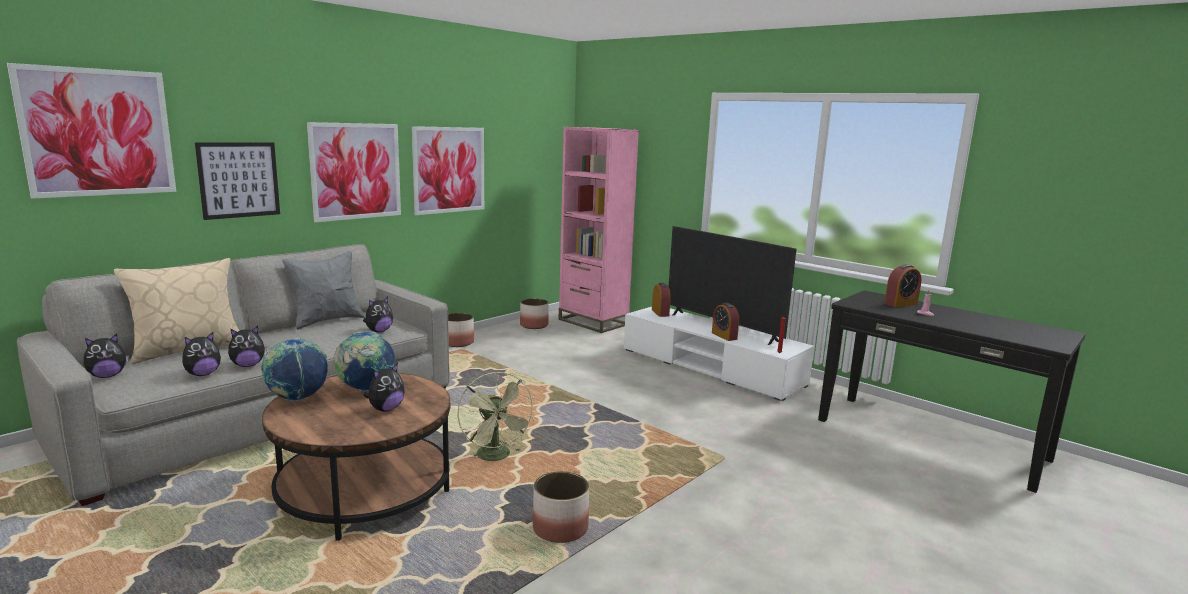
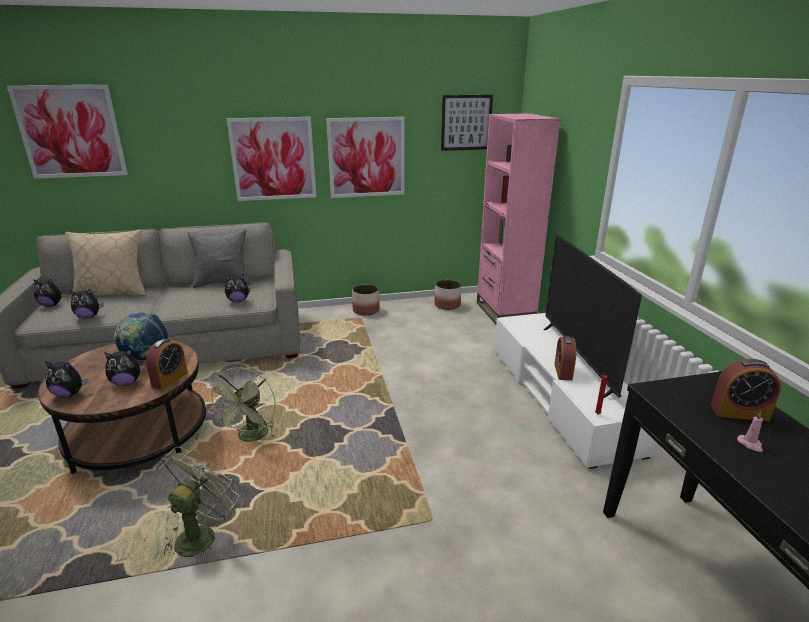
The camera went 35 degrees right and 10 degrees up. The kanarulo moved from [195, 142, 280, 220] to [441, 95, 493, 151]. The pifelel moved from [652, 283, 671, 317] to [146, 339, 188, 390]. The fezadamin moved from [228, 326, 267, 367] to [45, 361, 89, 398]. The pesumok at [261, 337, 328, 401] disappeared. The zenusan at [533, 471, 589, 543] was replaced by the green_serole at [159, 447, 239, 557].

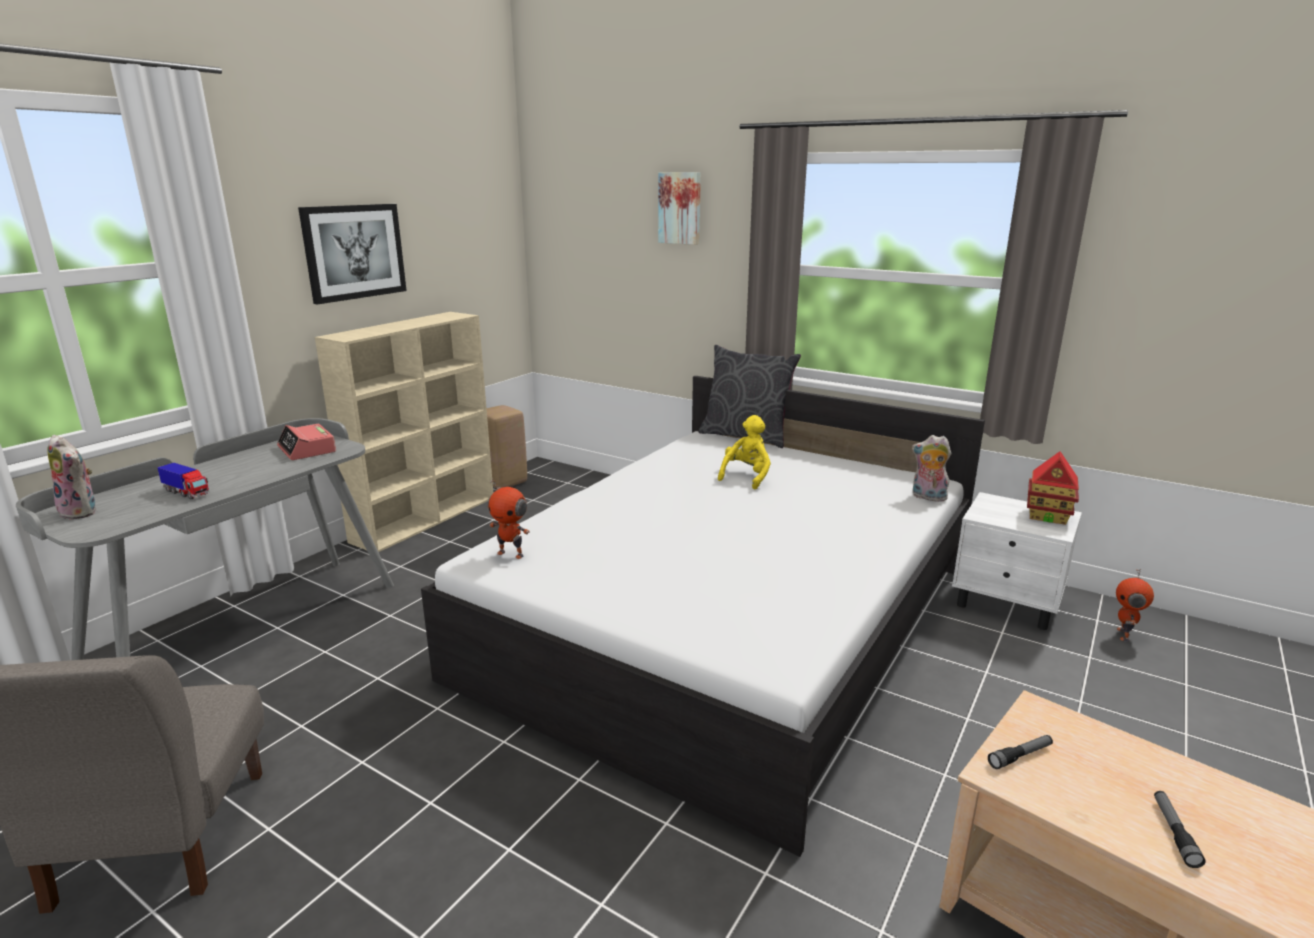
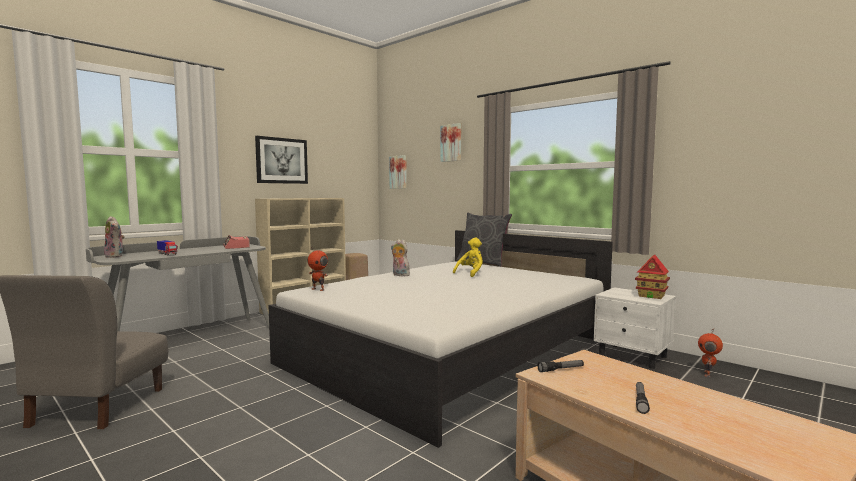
The camera went 10 degrees right and 15 degrees down. The fezadamin moved from [912, 435, 951, 502] to [391, 239, 410, 277]. The kanarulo at [389, 155, 407, 189] appeared.

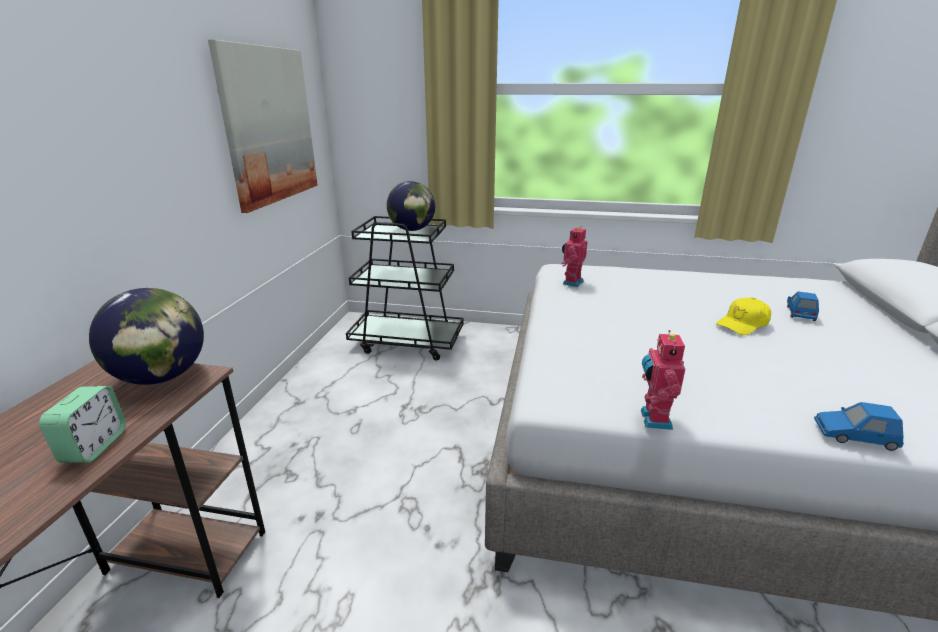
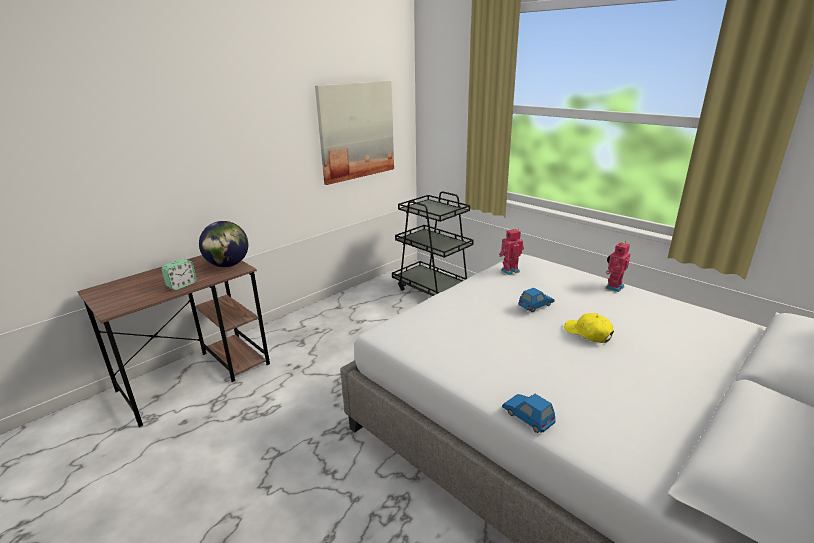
The camera went 35 degrees right and 0 degrees up. The pesumok at [387, 181, 435, 231] disappeared. The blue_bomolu moved from [787, 291, 819, 321] to [519, 288, 555, 312]. The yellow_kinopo at [716, 297, 771, 335] turned 45 degrees clockwise. The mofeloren moved from [641, 330, 685, 430] to [606, 241, 630, 292].

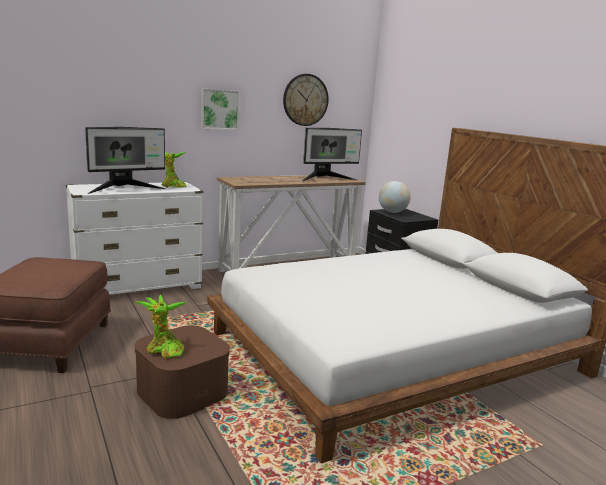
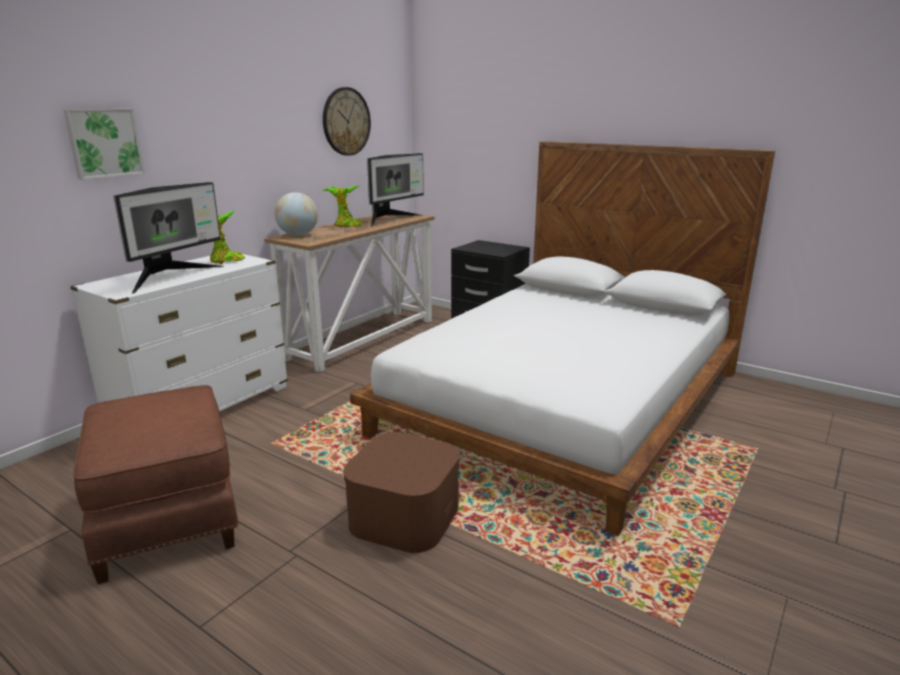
The camera went 25 degrees left and 5 degrees up. The kanarulo moved from [201, 89, 240, 130] to [63, 109, 145, 180]. The pesumok moved from [379, 181, 411, 213] to [275, 192, 318, 236]. The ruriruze moved from [135, 294, 188, 358] to [323, 185, 362, 228].

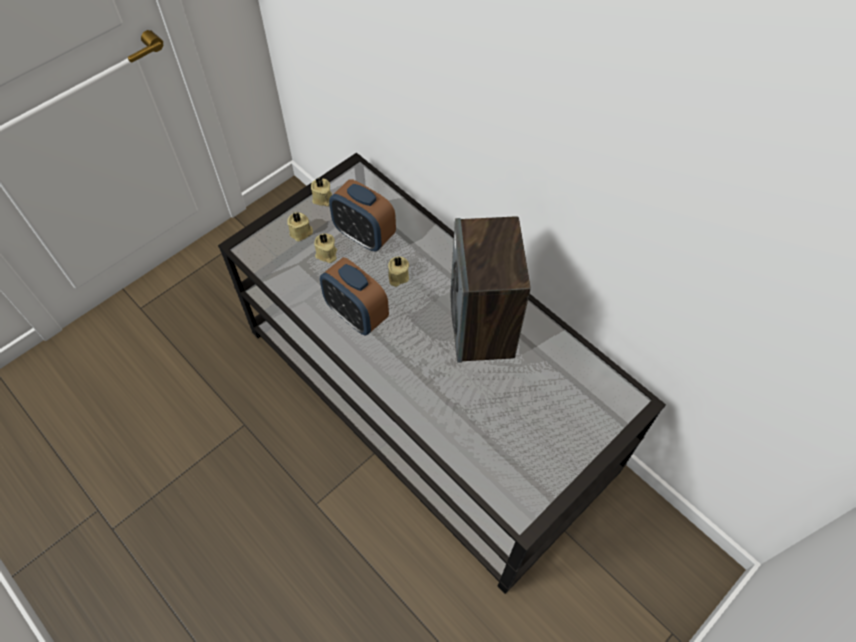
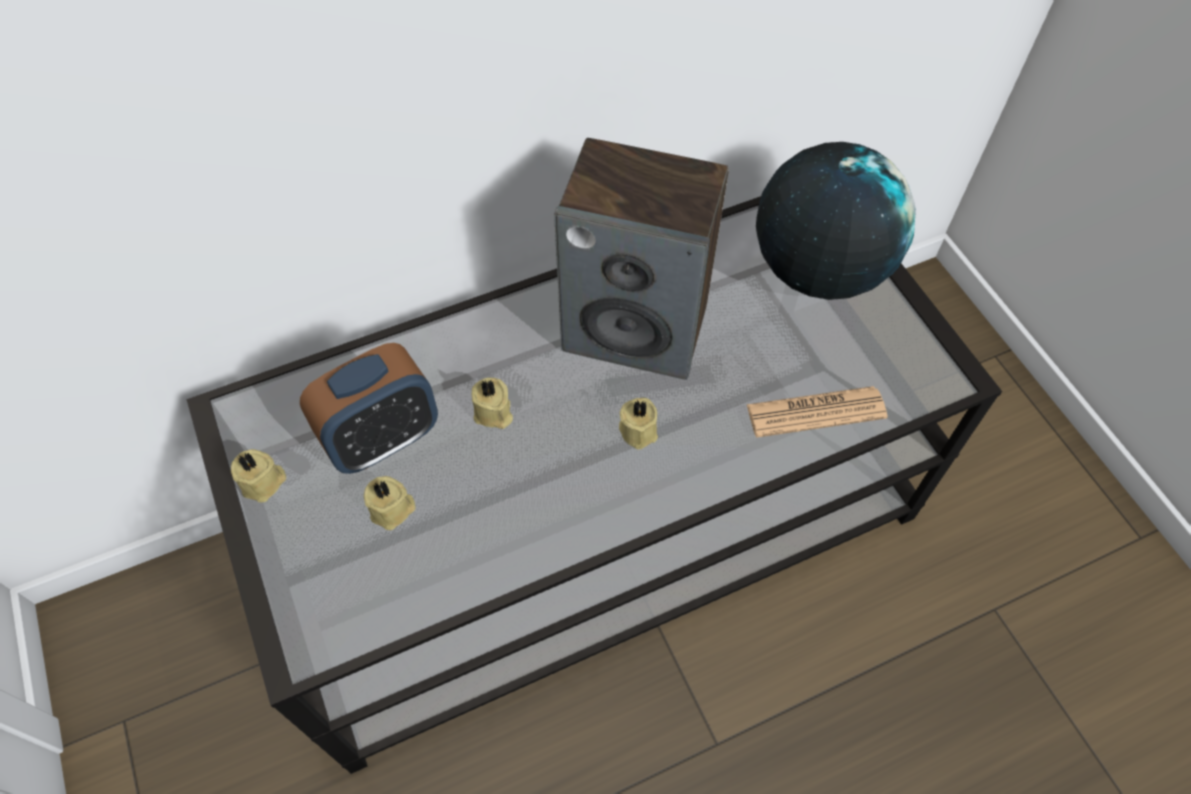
The camera went 70 degrees left and 0 degrees up. The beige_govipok moved from [287, 212, 313, 241] to [619, 398, 658, 449]. The pifelel at [320, 257, 389, 335] disappeared. The pesumok at [756, 142, 916, 300] appeared. The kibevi at [747, 386, 888, 438] appeared.

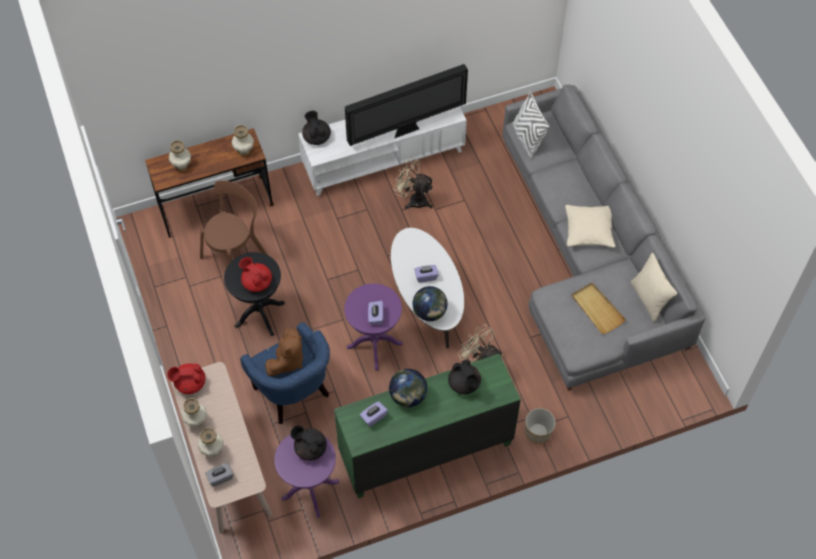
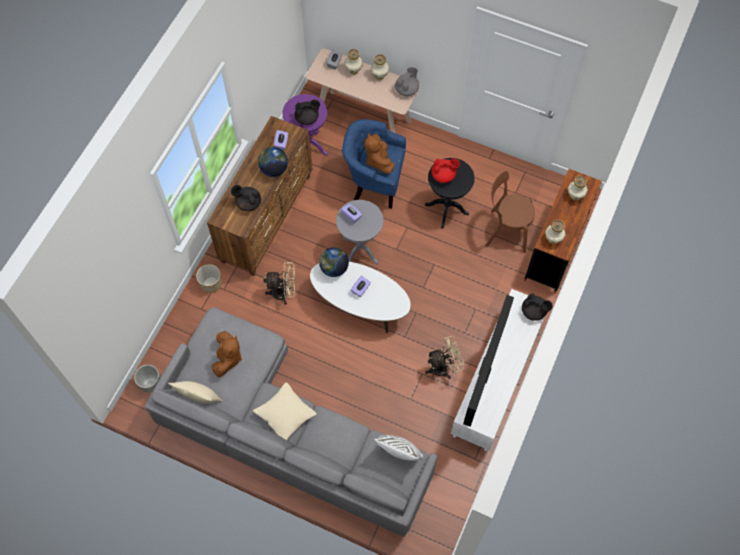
The camera went 135 degrees right and 5 degrees up. The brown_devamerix at [200, 180, 268, 263] turned 105 degrees clockwise. The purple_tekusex at [344, 283, 403, 371] became the grey_tekusex at [336, 200, 384, 264]. The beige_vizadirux at [571, 283, 626, 335] was replaced by the brown_fezadamin at [212, 331, 242, 377]. The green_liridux at [334, 353, 521, 498] became the brown_liridux at [207, 116, 312, 276]. The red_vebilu at [167, 363, 206, 394] became the grey_vebilu at [395, 67, 419, 96]. The zenusan at [134, 364, 161, 393] appeared.

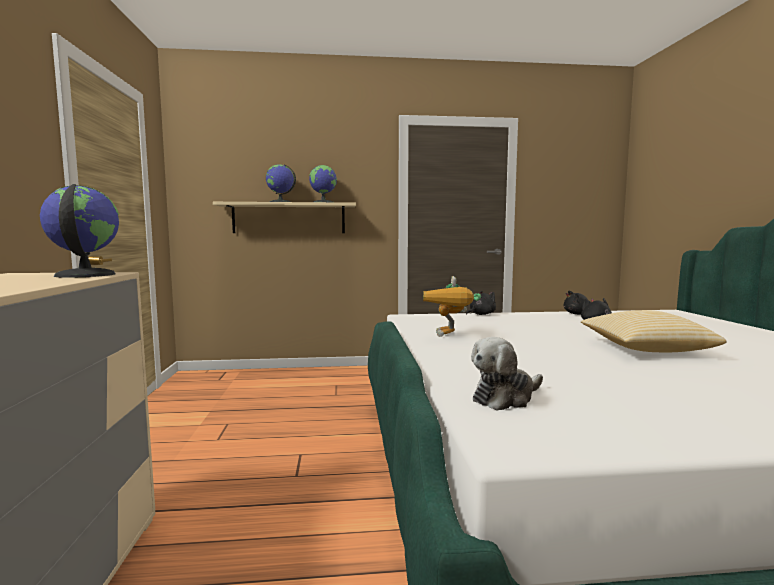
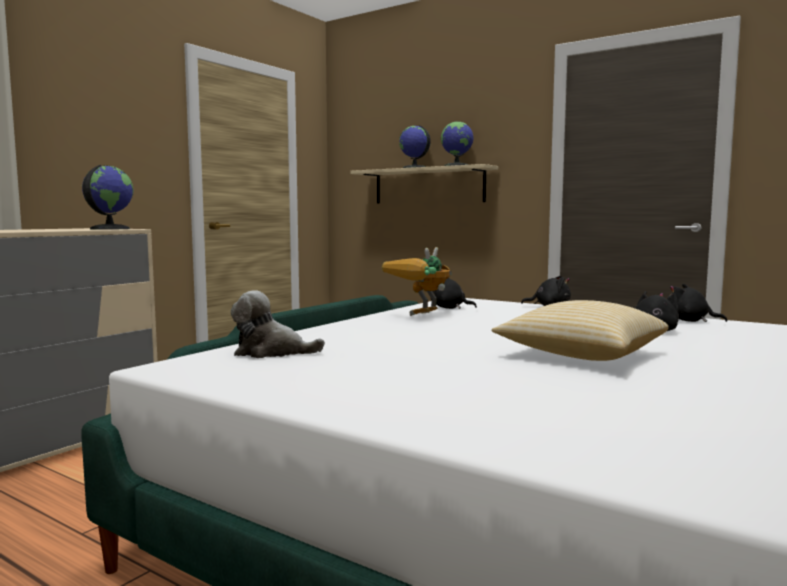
The camera went 40 degrees right and 0 degrees up. The black_fezadamin at [431, 278, 477, 309] appeared.

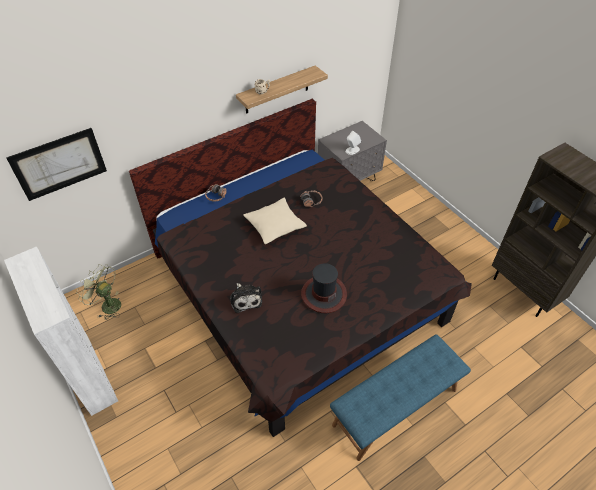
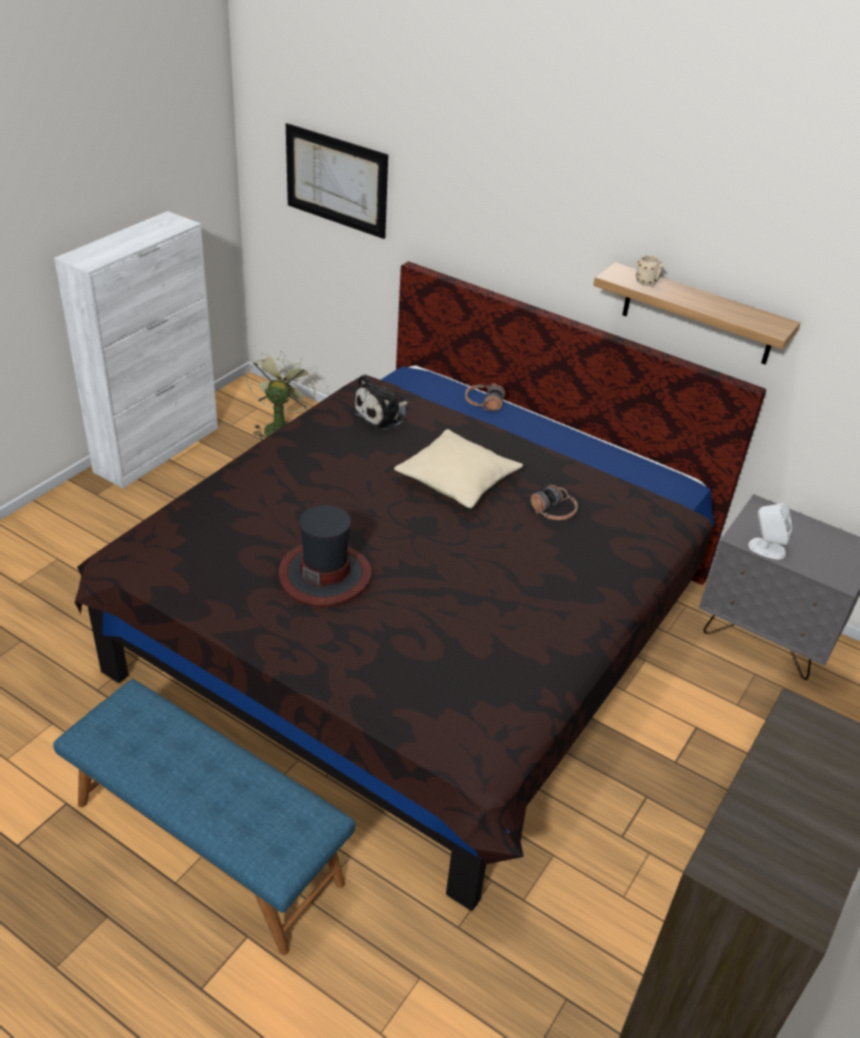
The camera went 65 degrees right and 10 degrees down. The fezadamin moved from [230, 283, 262, 313] to [351, 375, 408, 430].

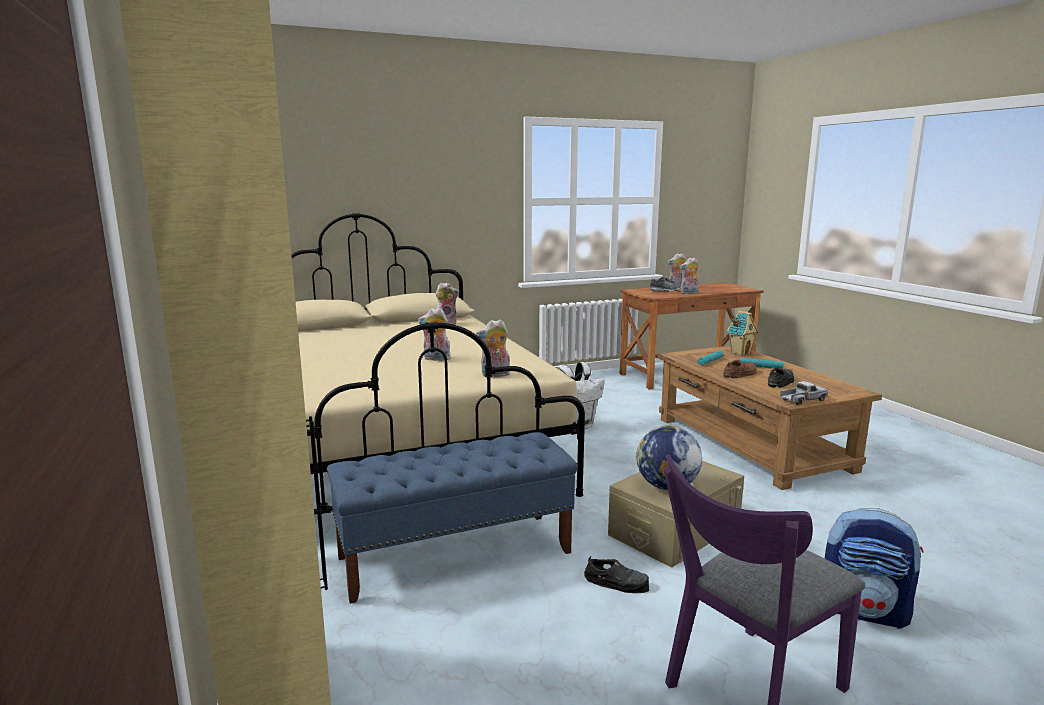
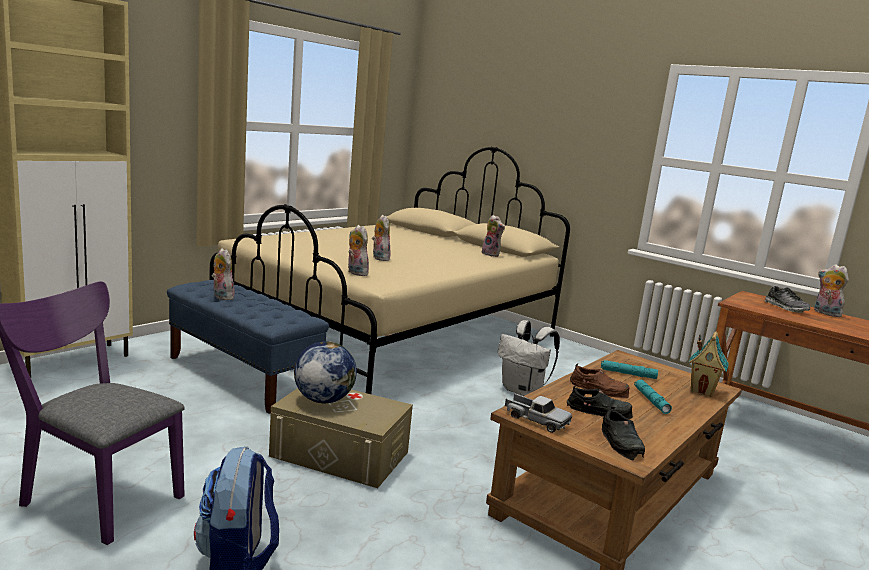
The camera went 60 degrees right and 0 degrees up. The fezadamin moved from [680, 257, 699, 295] to [212, 248, 235, 300]. The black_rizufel moved from [584, 556, 649, 593] to [602, 406, 645, 460].

